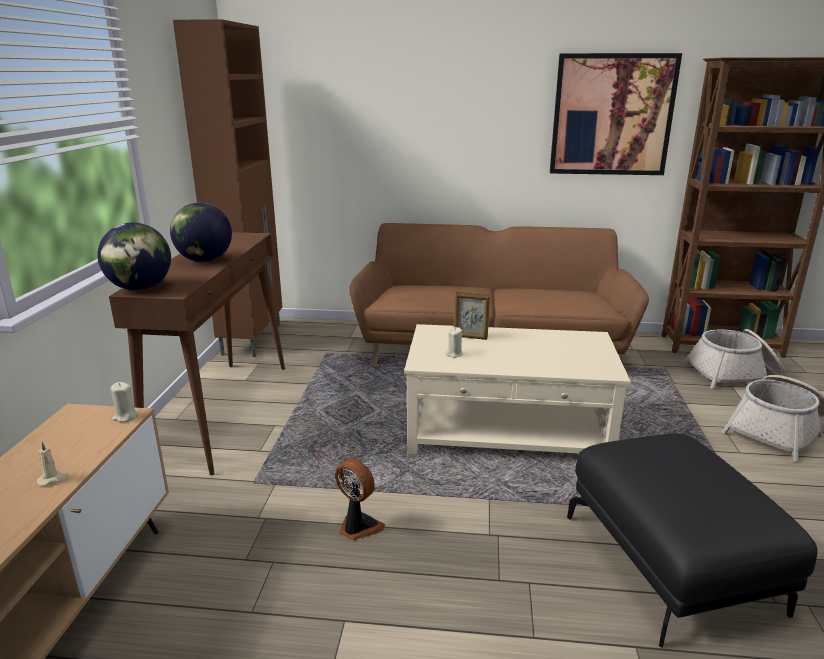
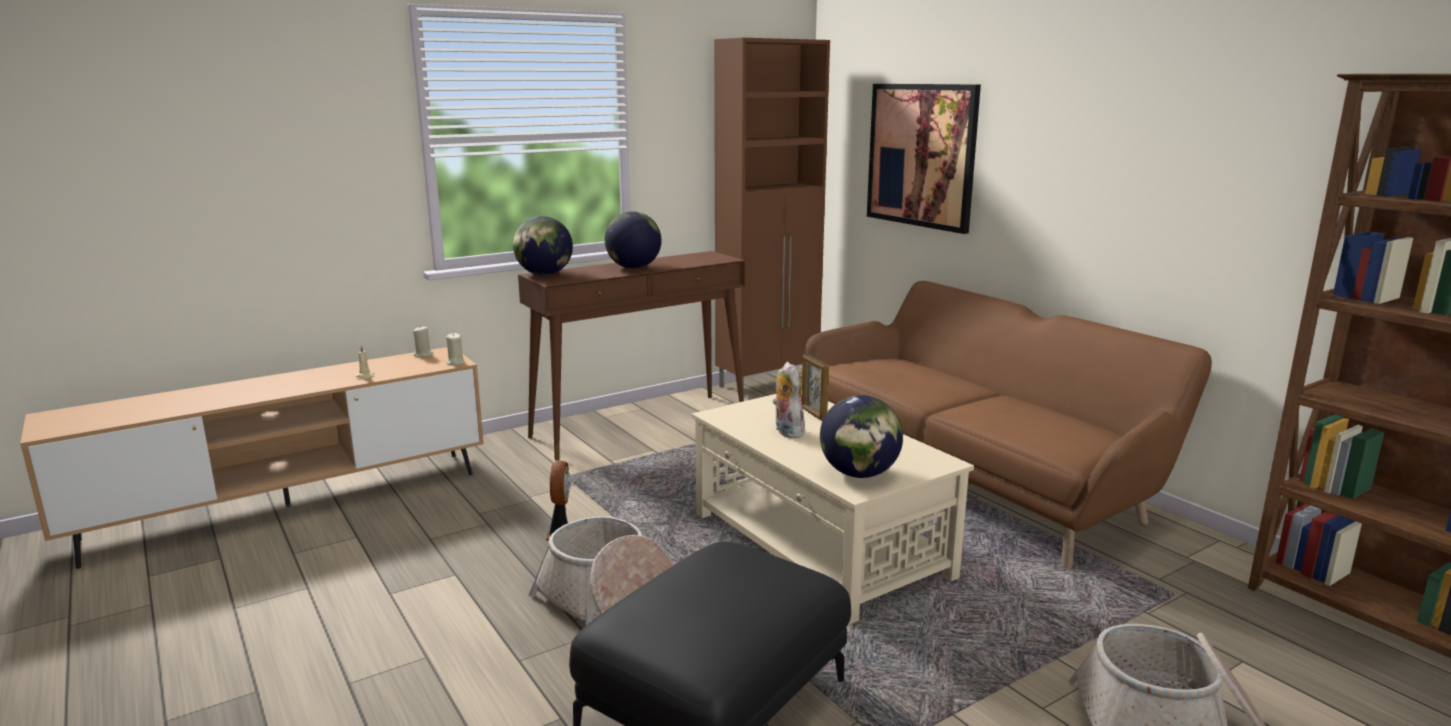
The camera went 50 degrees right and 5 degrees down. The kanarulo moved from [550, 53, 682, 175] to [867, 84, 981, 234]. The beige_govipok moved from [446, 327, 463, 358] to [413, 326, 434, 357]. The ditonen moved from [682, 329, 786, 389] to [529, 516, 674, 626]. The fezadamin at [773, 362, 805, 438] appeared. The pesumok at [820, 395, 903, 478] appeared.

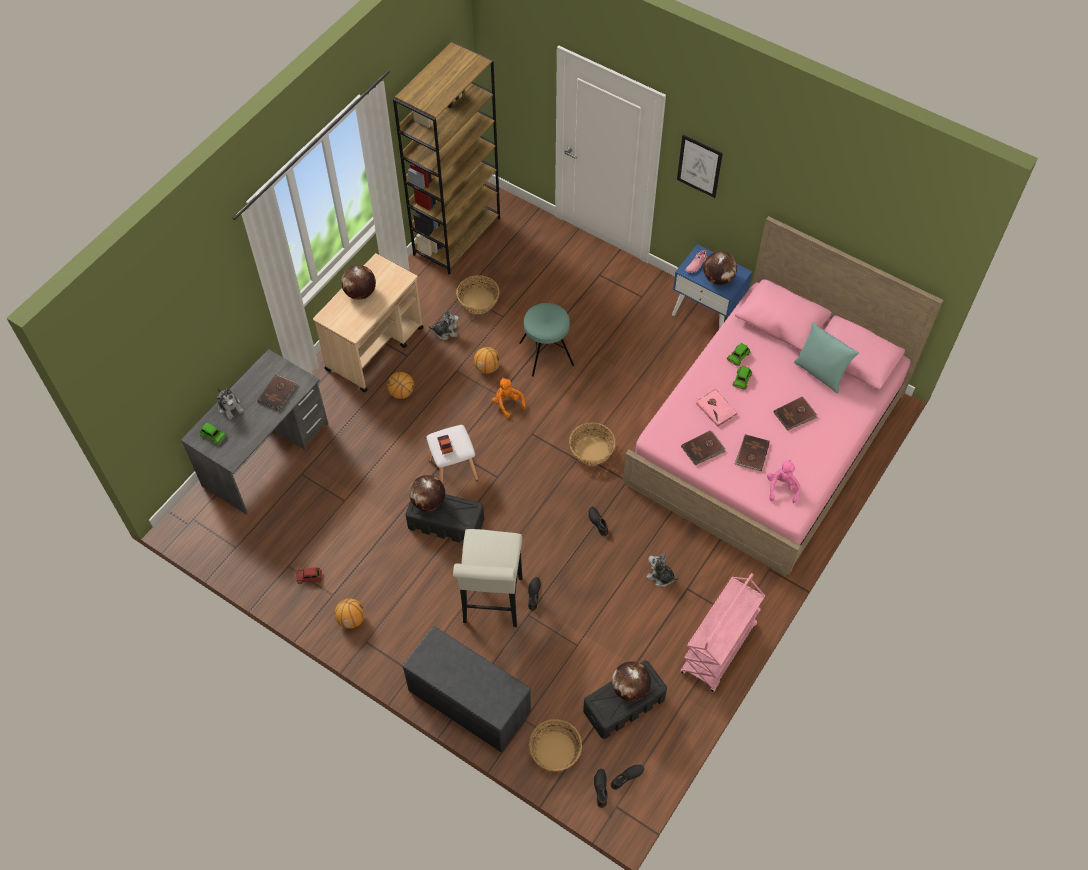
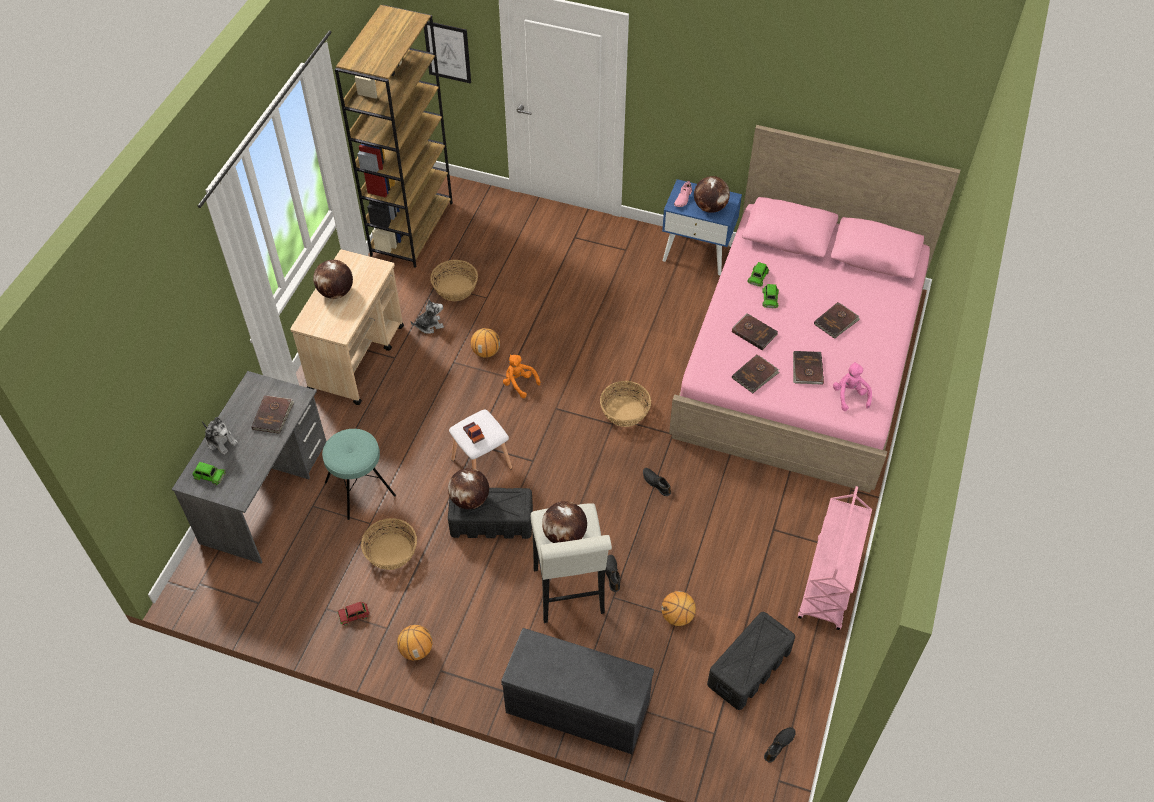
The camera went 15 degrees left and 5 degrees down. The kanarulo moved from [677, 135, 723, 198] to [424, 21, 471, 84]. The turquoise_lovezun moved from [519, 303, 574, 377] to [322, 429, 396, 520]. The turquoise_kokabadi at [794, 322, 859, 394] disappeared. The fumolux moved from [387, 372, 414, 399] to [661, 591, 696, 626]. The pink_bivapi at [696, 389, 737, 427] became the brown_bivapi at [732, 313, 778, 350]. The fezadamin at [646, 552, 679, 587] disappeared. The pesumok moved from [612, 661, 651, 701] to [542, 501, 587, 543]. The ditonen moved from [529, 719, 582, 772] to [361, 518, 417, 570]. The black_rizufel at [594, 769, 607, 808] disappeared.

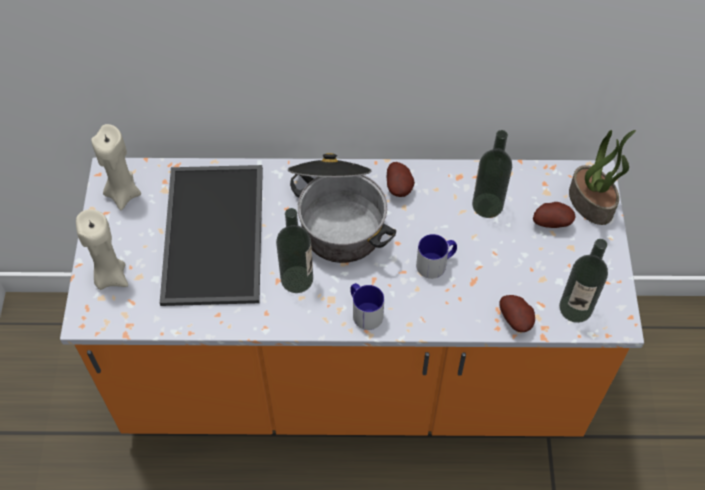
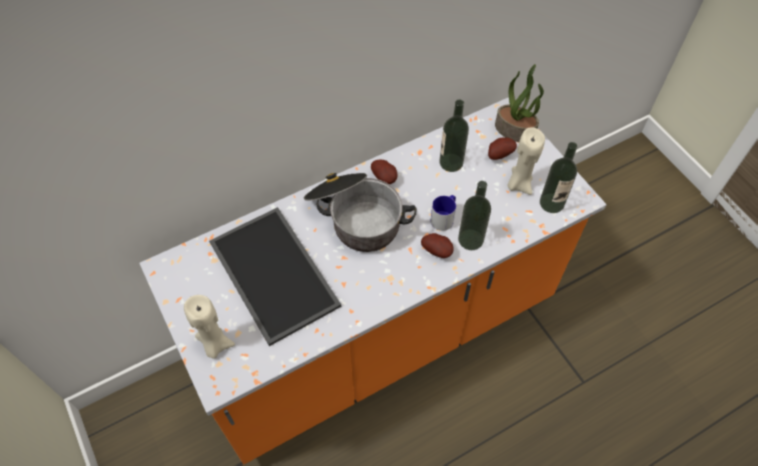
The camera went 30 degrees left and 0 degrees up. The beige_govipok moved from [91, 124, 141, 210] to [507, 127, 545, 195]. The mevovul moved from [276, 208, 313, 293] to [458, 181, 491, 250]. The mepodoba at [350, 283, 384, 330] disappeared. The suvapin moved from [499, 295, 535, 332] to [421, 233, 454, 258].

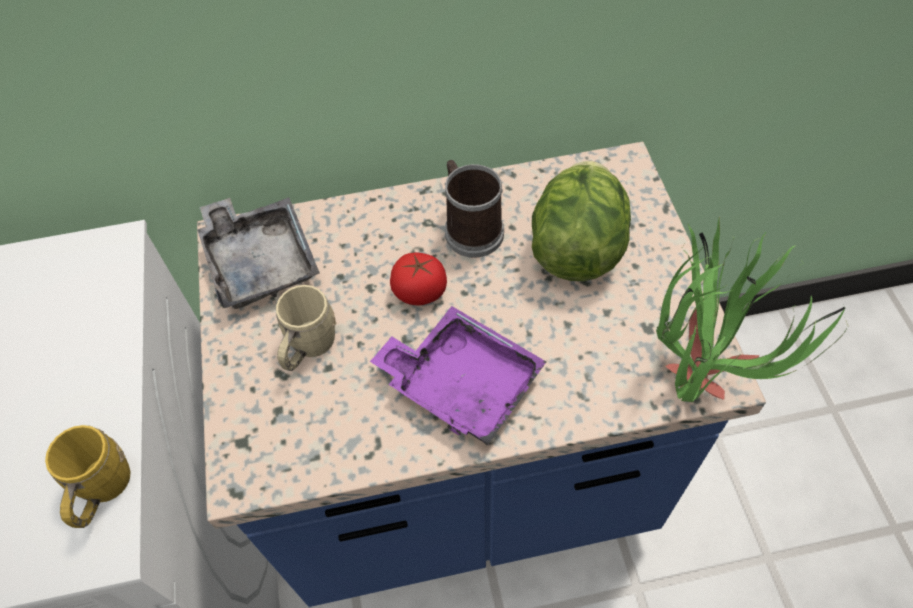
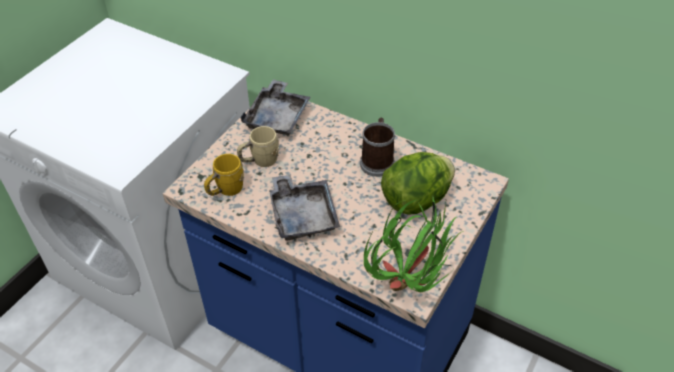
The camera went 40 degrees right and 10 degrees down. The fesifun at [390, 253, 447, 306] disappeared. The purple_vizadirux at [370, 306, 546, 445] became the grey_vizadirux at [269, 174, 340, 241]. The yellow_mepodoba moved from [45, 425, 131, 528] to [204, 154, 244, 196].

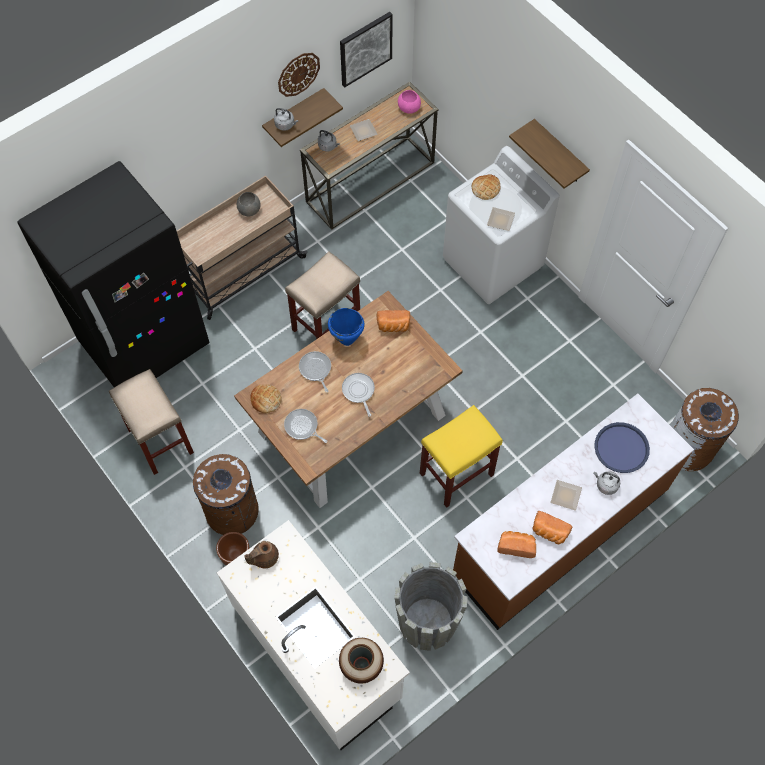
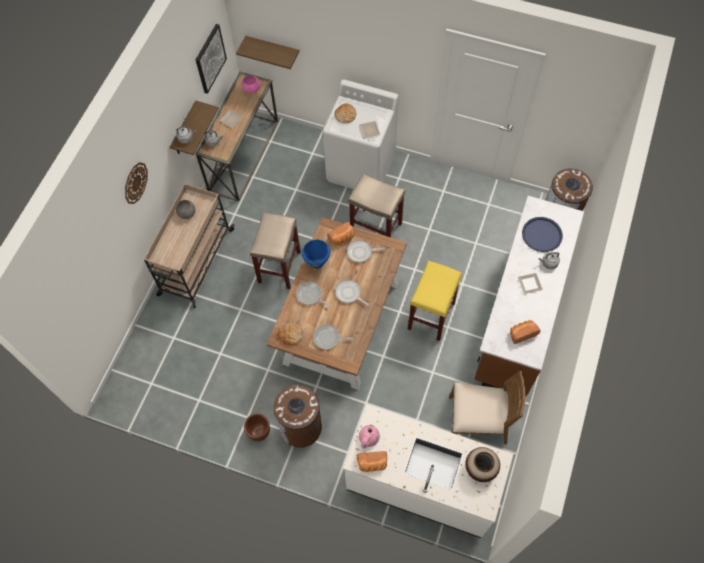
The camera went 30 degrees left and 0 degrees up. The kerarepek moved from [278, 53, 320, 97] to [125, 162, 148, 204]. The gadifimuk moved from [509, 119, 590, 189] to [236, 36, 299, 69]. The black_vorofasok at [18, 161, 209, 387] disappeared. The beige_lovezun moved from [109, 369, 194, 475] to [348, 173, 405, 237]. The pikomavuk moved from [533, 511, 572, 544] to [357, 451, 387, 472]. The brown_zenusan moved from [216, 532, 250, 565] to [244, 413, 270, 441]. The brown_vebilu at [244, 541, 279, 568] became the pink_vebilu at [359, 424, 380, 448]. The grey_zenusan at [395, 562, 468, 651] was replaced by the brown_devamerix at [449, 371, 525, 444]. The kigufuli at [347, 240, 385, 263] appeared.

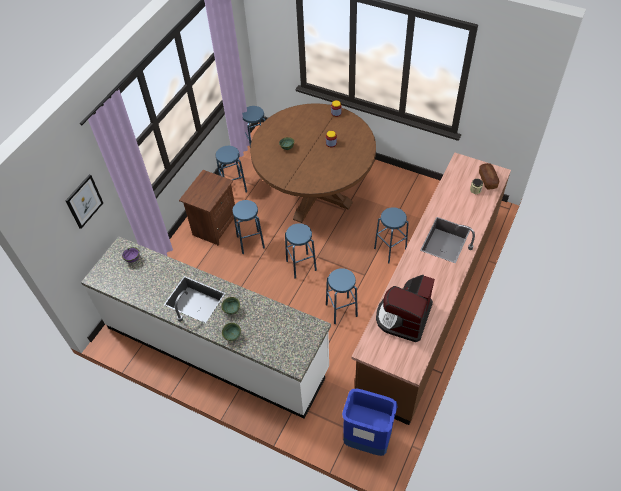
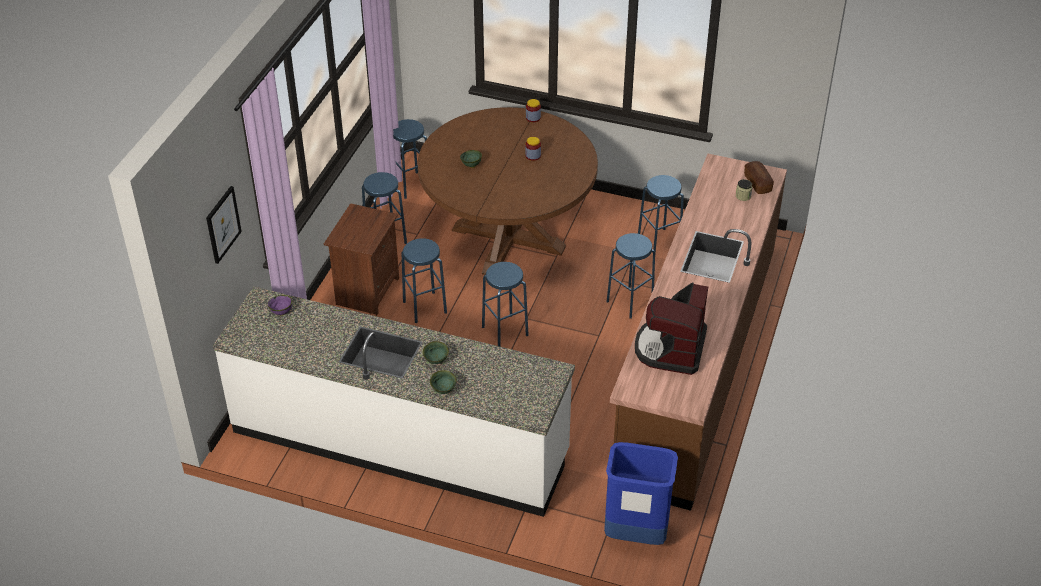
The camera went 10 degrees left and 10 degrees down. The blue_lovezun moved from [326, 268, 358, 324] to [638, 175, 684, 253].

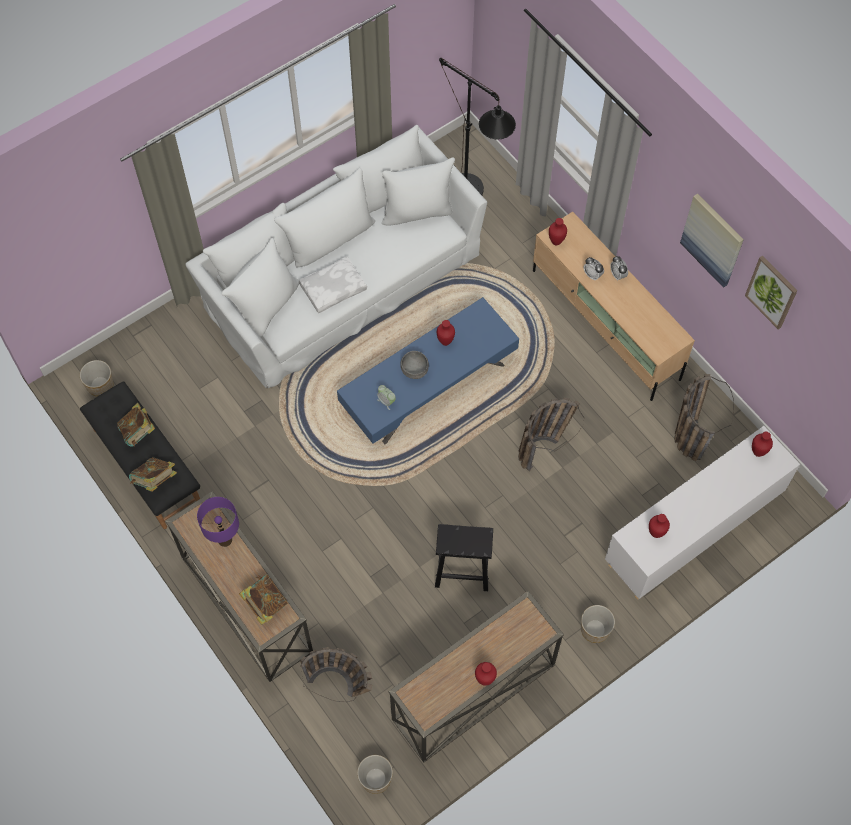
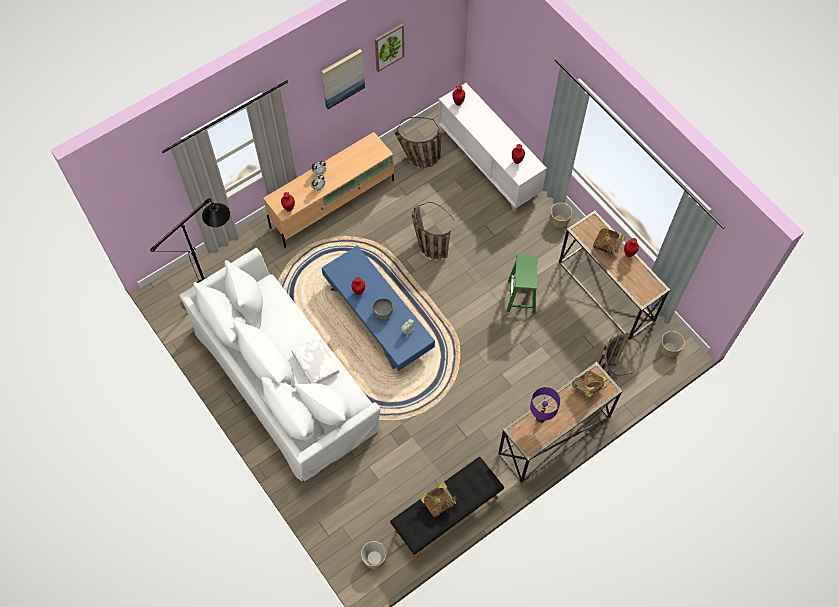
The camera went 90 degrees left and 0 degrees up. The bivapi moved from [129, 457, 177, 492] to [593, 226, 626, 255]. The black_lovezun at [435, 524, 493, 591] became the green_lovezun at [507, 254, 538, 314].

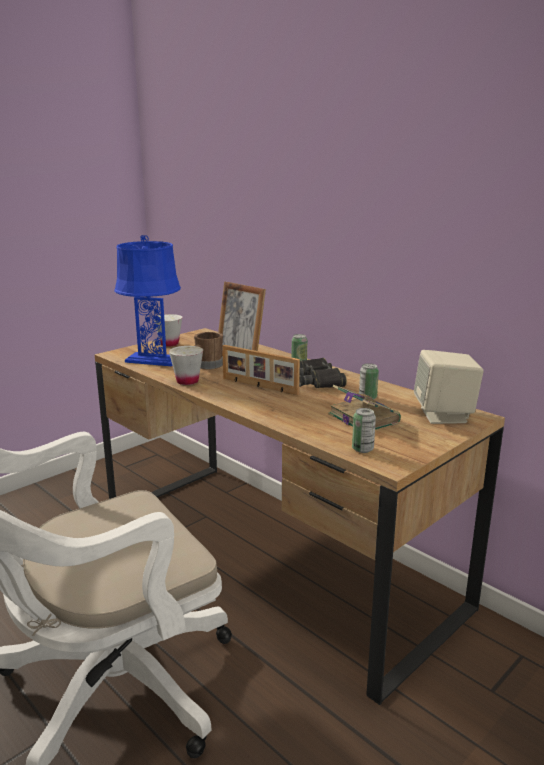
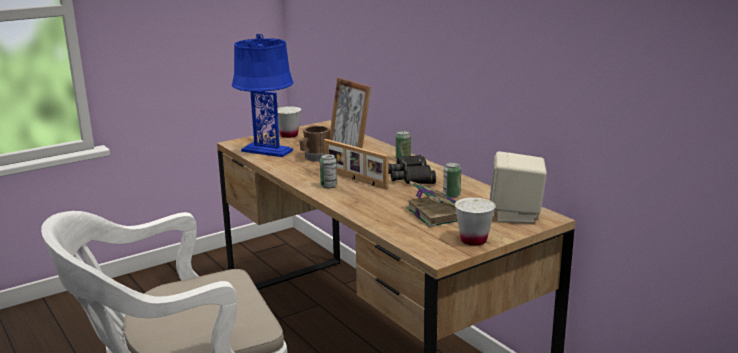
The camera went 10 degrees right and 0 degrees up. The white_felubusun moved from [169, 346, 203, 385] to [455, 198, 496, 246]. The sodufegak moved from [352, 408, 376, 453] to [320, 154, 337, 188].

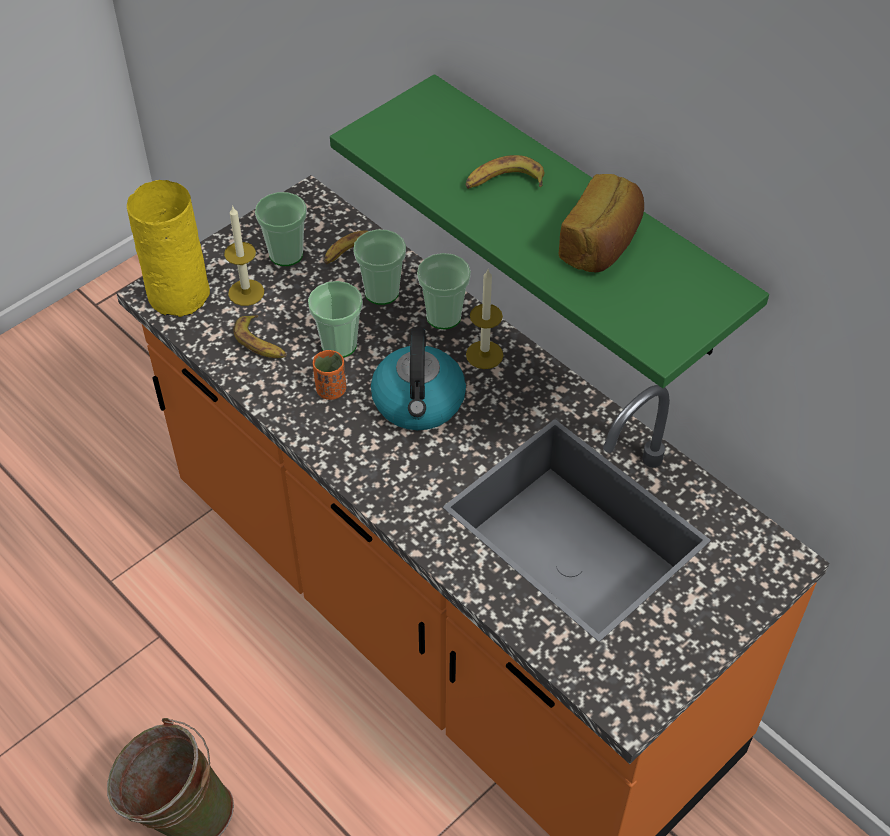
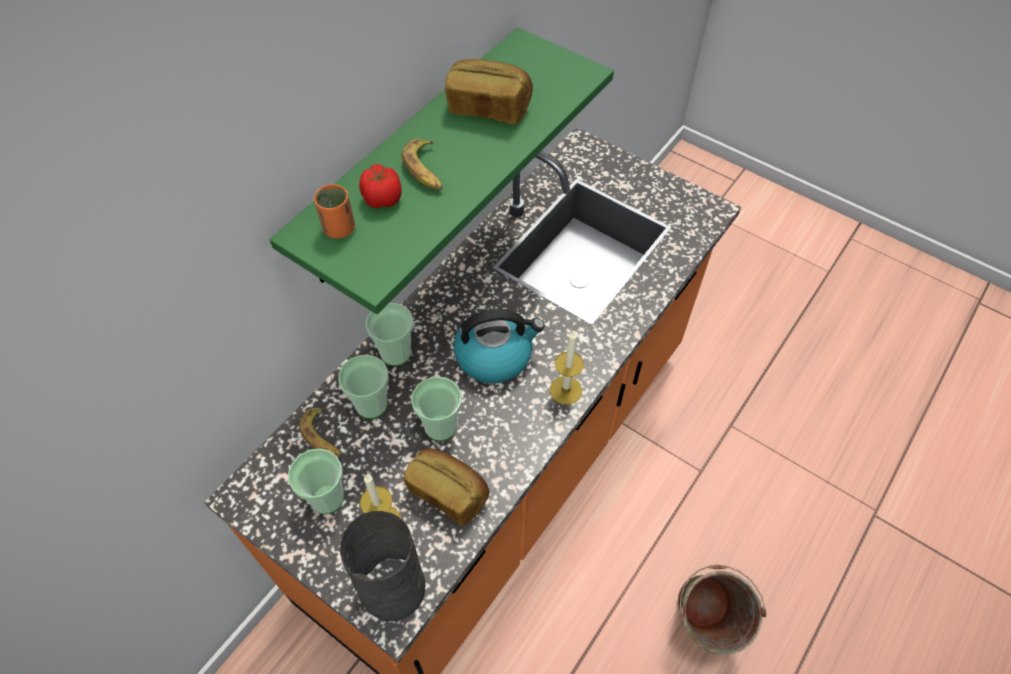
The camera went 100 degrees left and 5 degrees up. The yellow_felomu at [127, 180, 210, 317] became the grey_felomu at [340, 511, 425, 621]. The govipok moved from [466, 270, 504, 369] to [550, 330, 584, 405]. The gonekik at [233, 315, 287, 358] was replaced by the pikomavuk at [403, 448, 489, 526]. The orange_felubusun moved from [313, 350, 346, 400] to [314, 184, 355, 239]. The fesifun at [359, 164, 402, 208] appeared.

